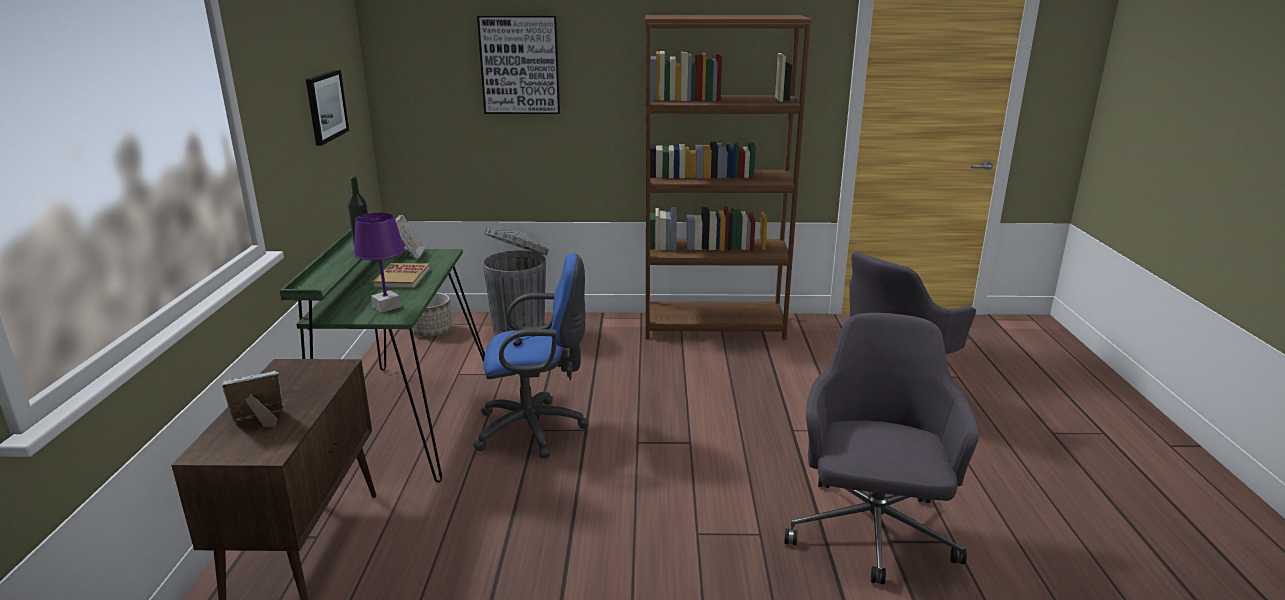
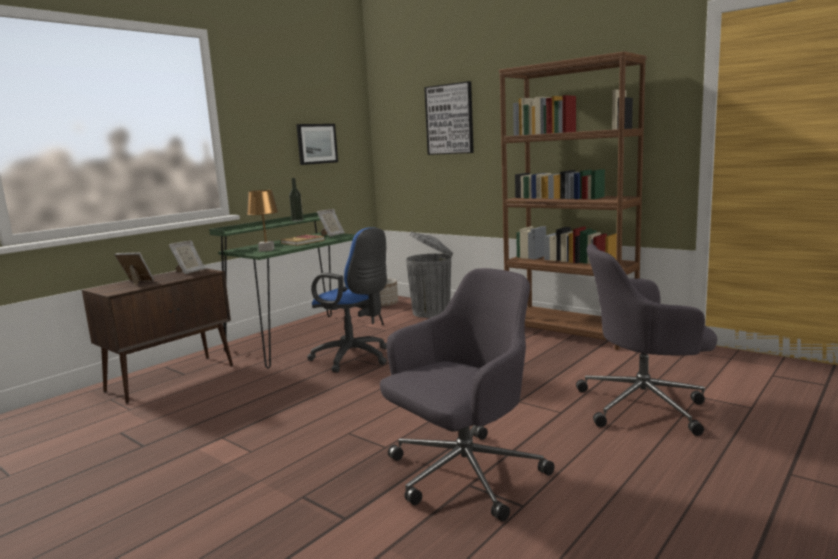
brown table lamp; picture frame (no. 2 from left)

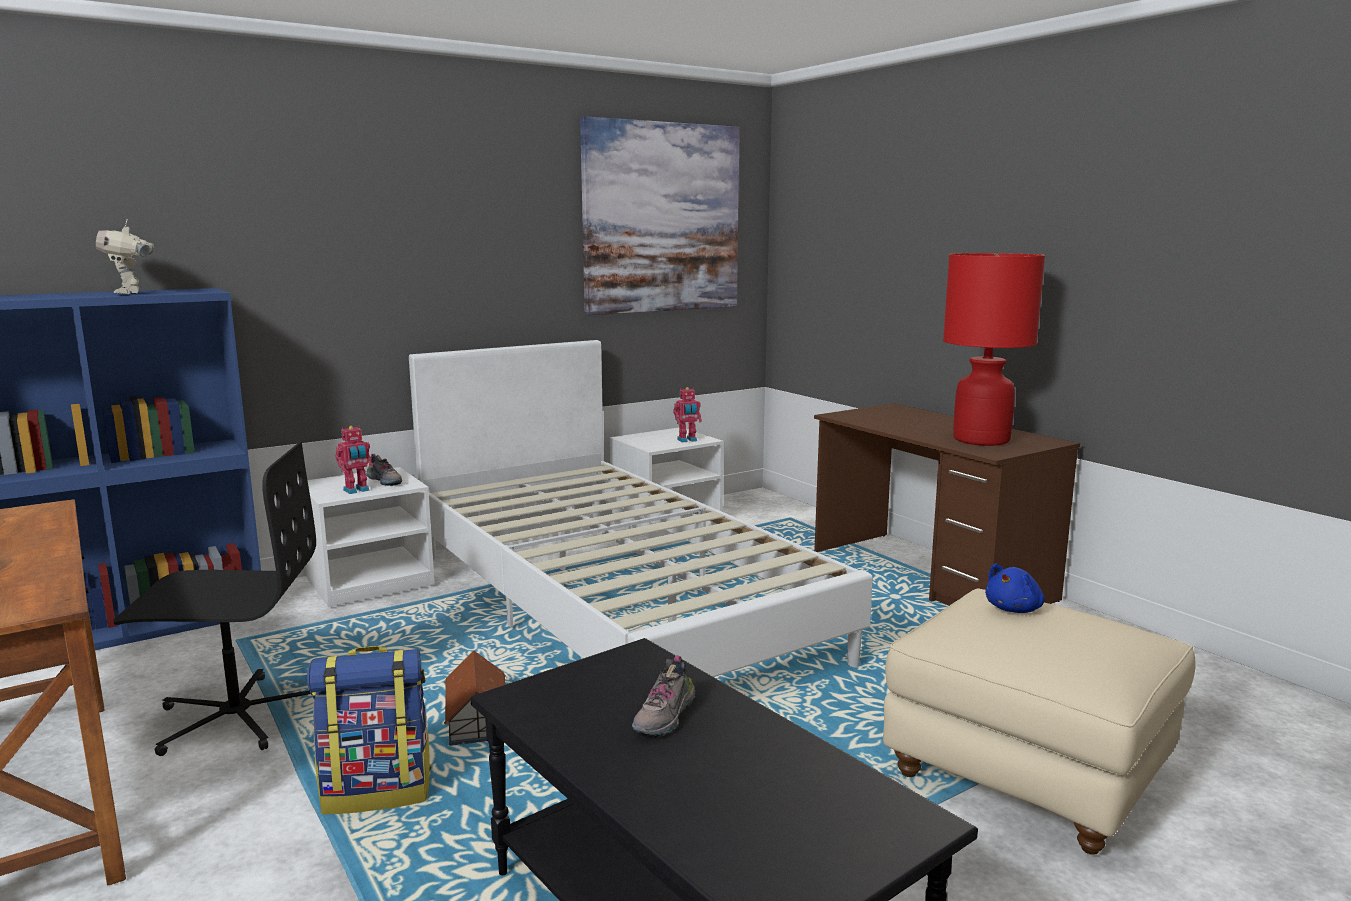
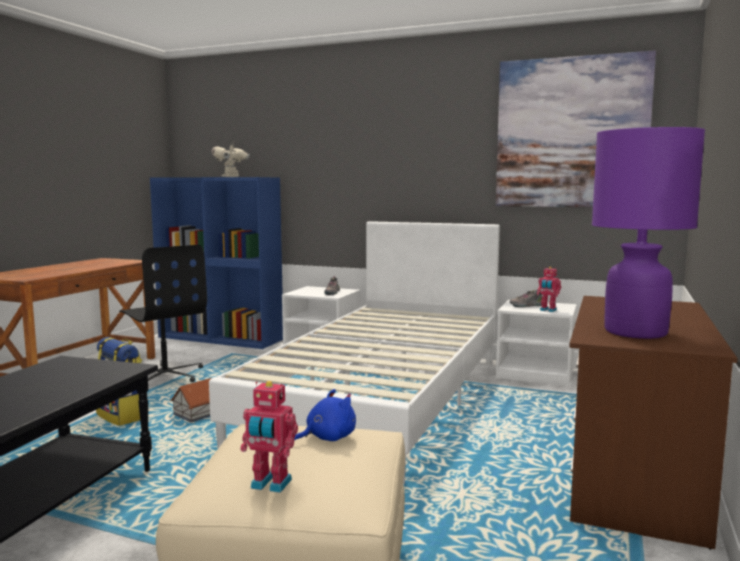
purple table lamp; toy robot (no. 2 from left); blue plush toy; shoe (no. 2 from left)

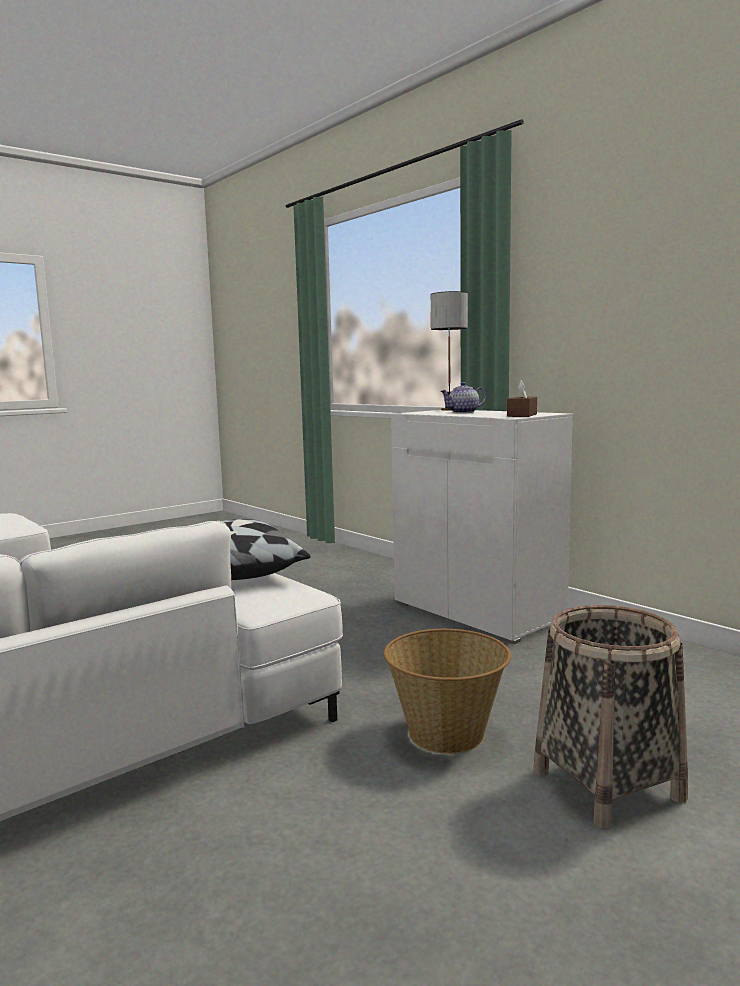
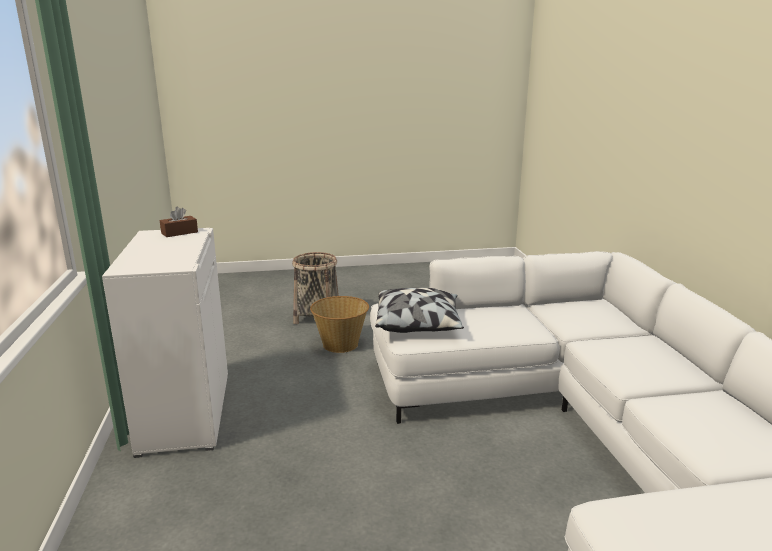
table lamp; teapot

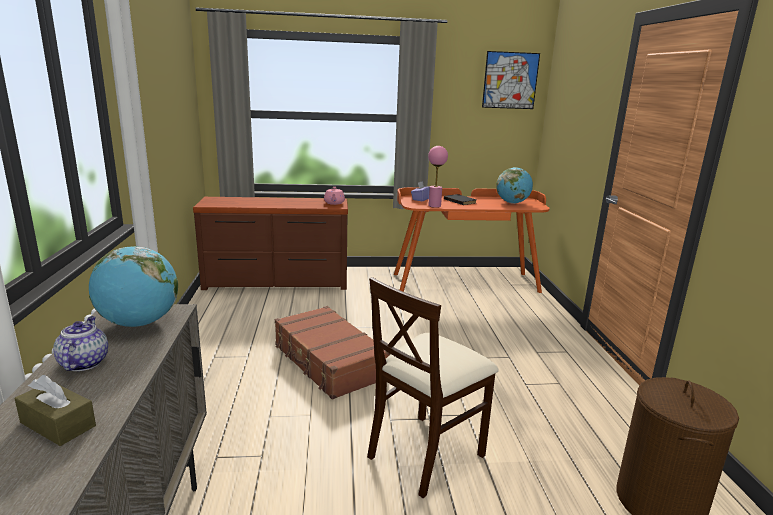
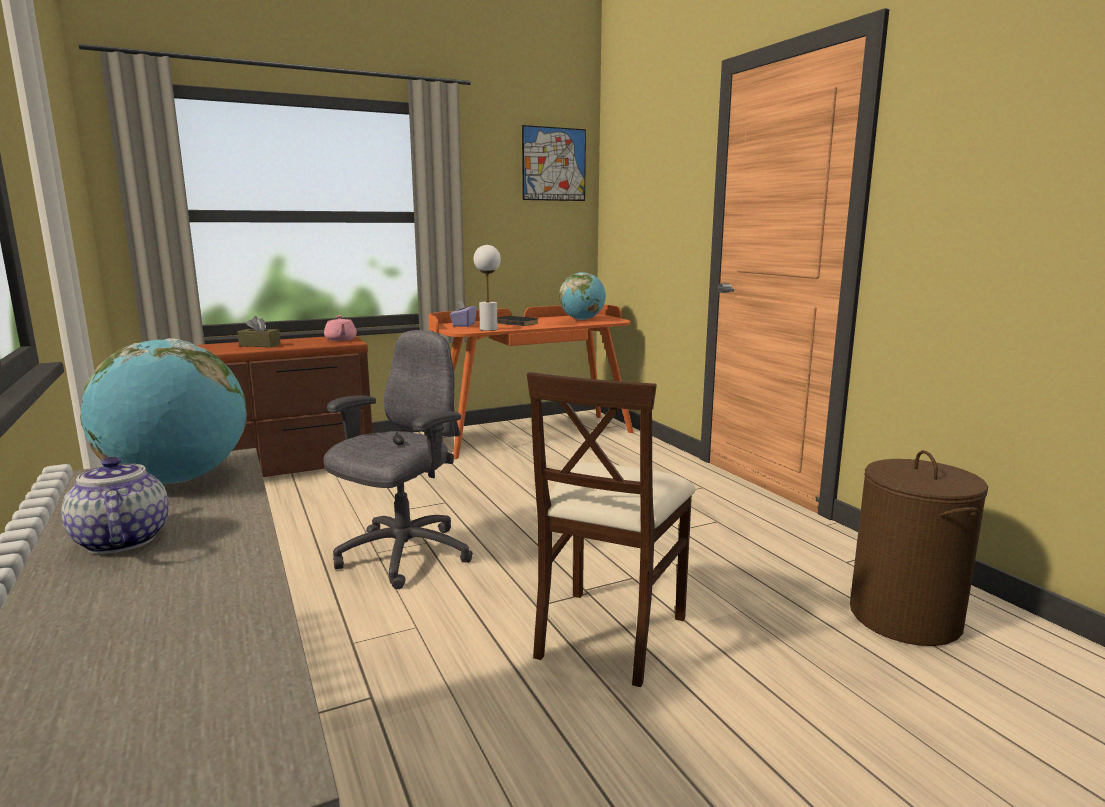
white table lamp; grey office chair; brown tissue box

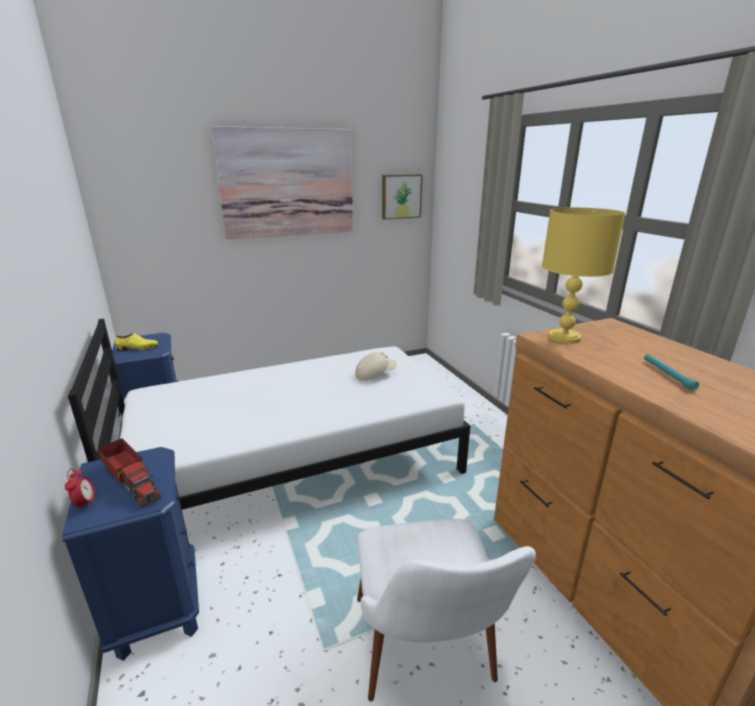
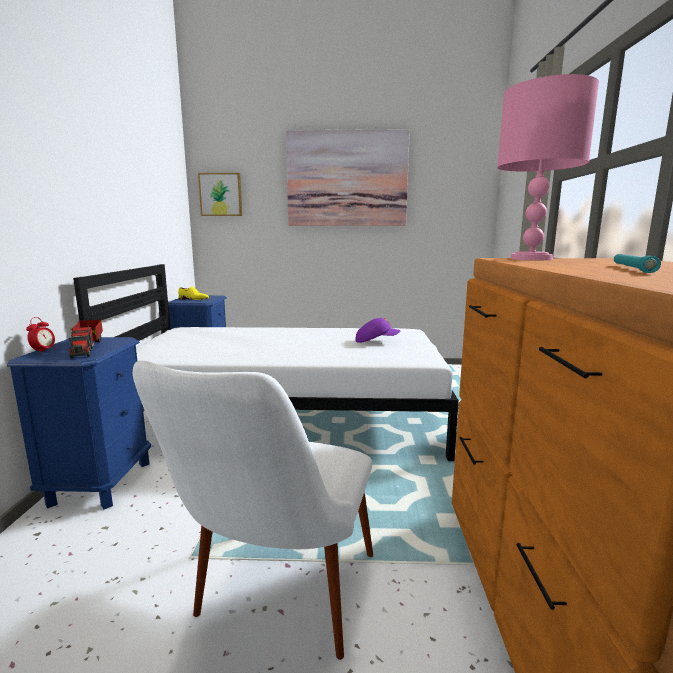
picture (no. 1 from left); pink table lamp; purple cap

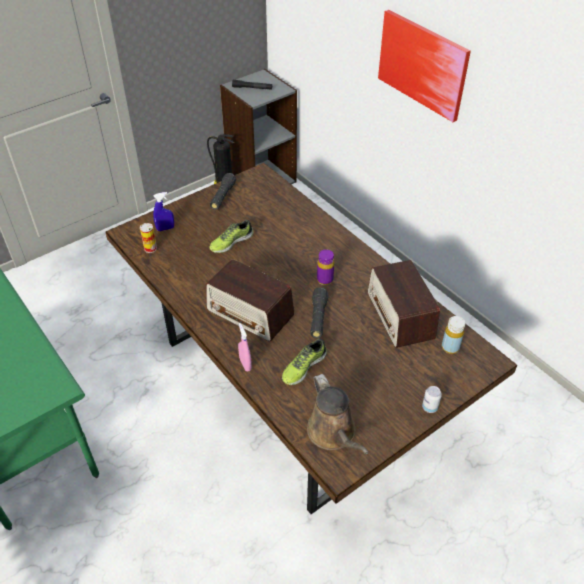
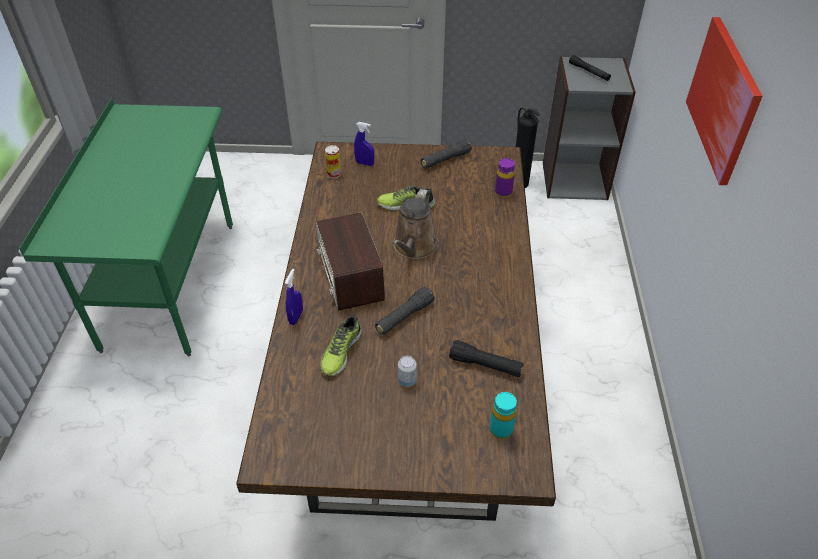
purple bottle; black flashlight (no. 3 from left); turquoise bottle; blue spray bottle (no. 1 from left); shoe (no. 1 from left); brown watering can; can (no. 2 from left)

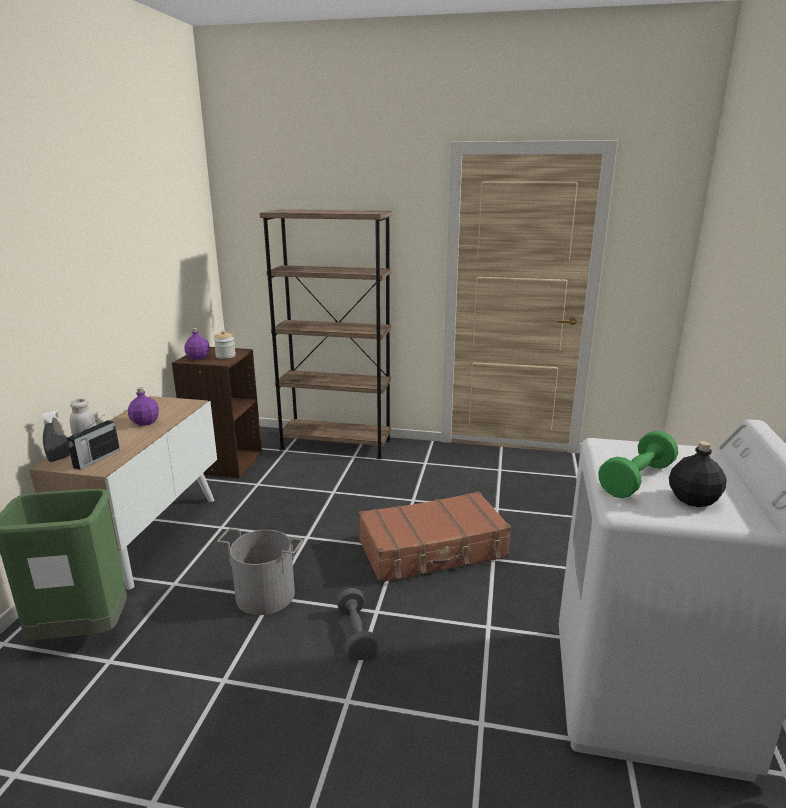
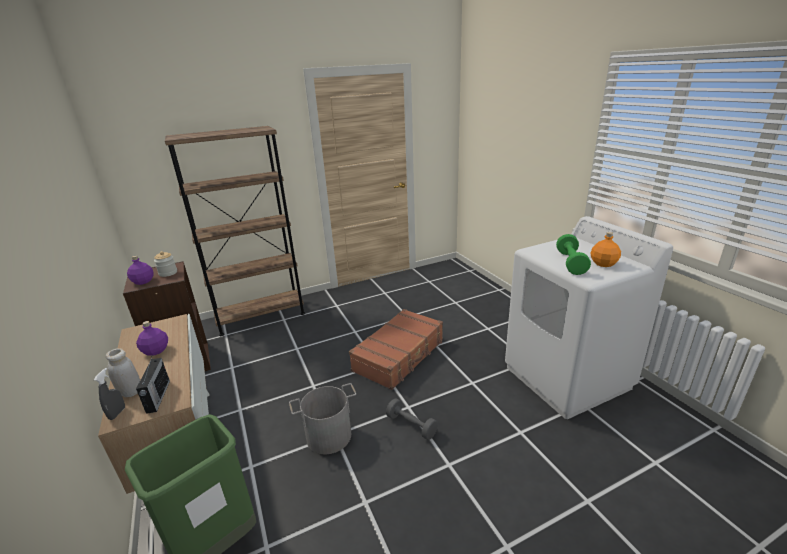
orange bottle

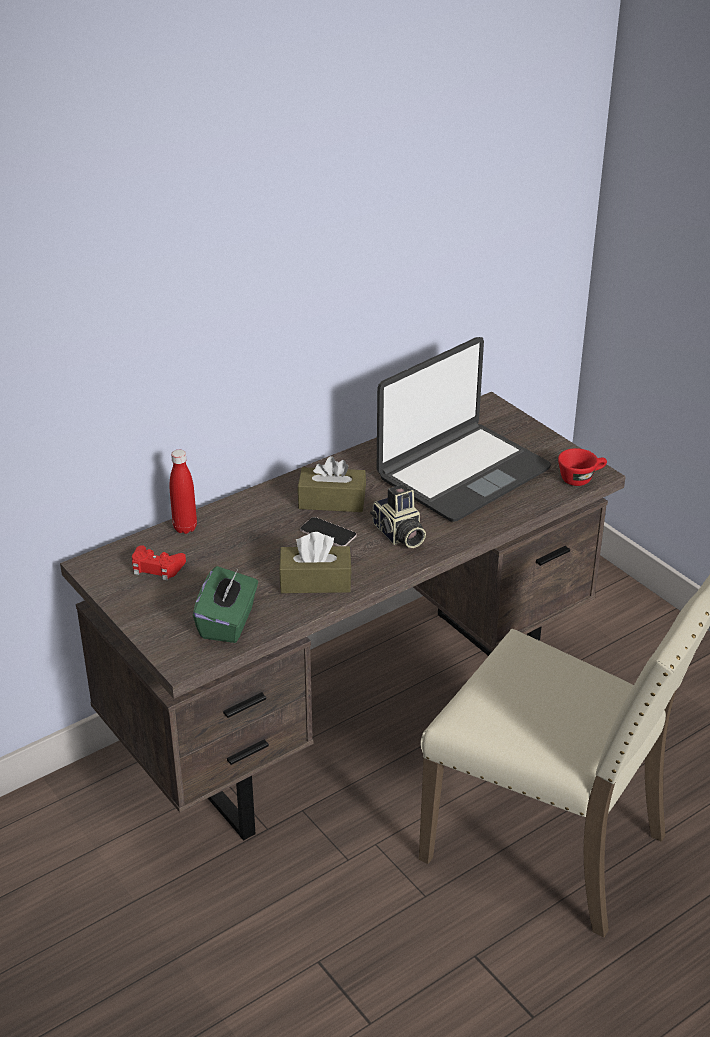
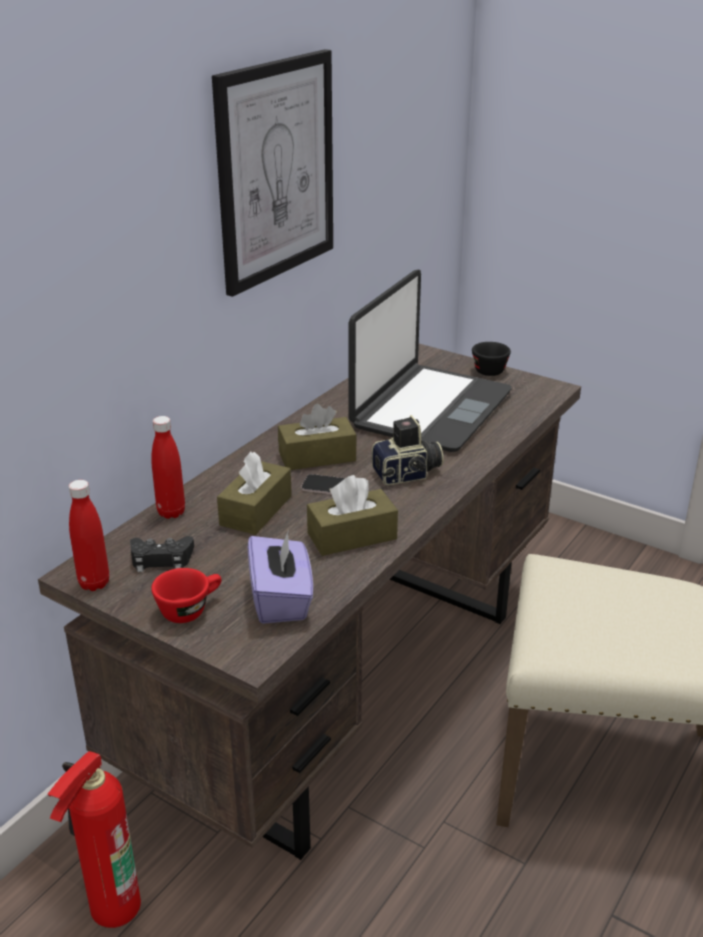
red cup; photo camera; black game controller; purple tissue box; picture; black cup; brown tissue box (no. 1 from left); red bottle (no. 1 from left); fire extinguisher

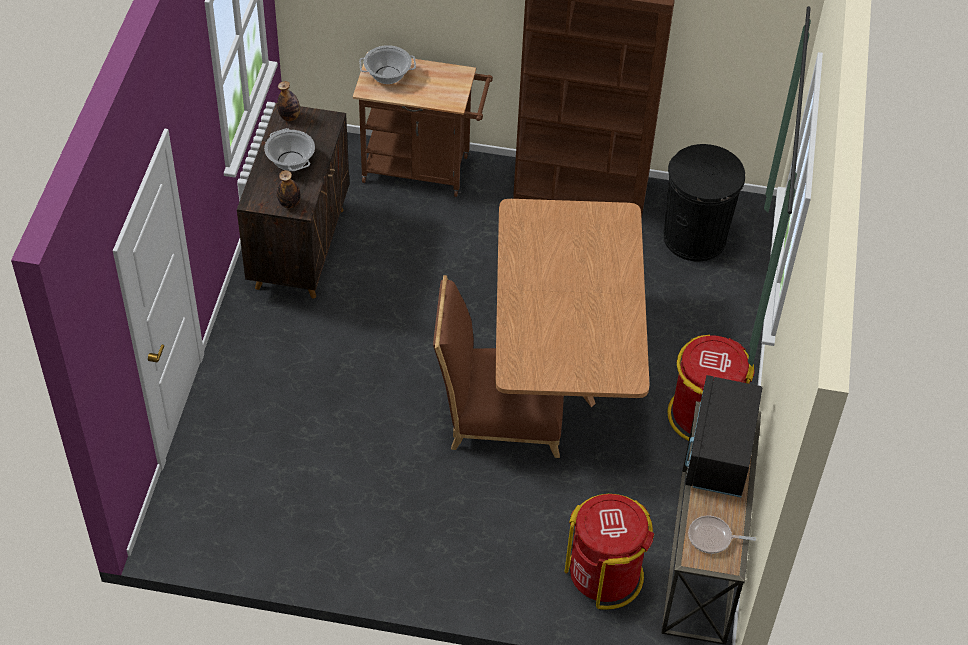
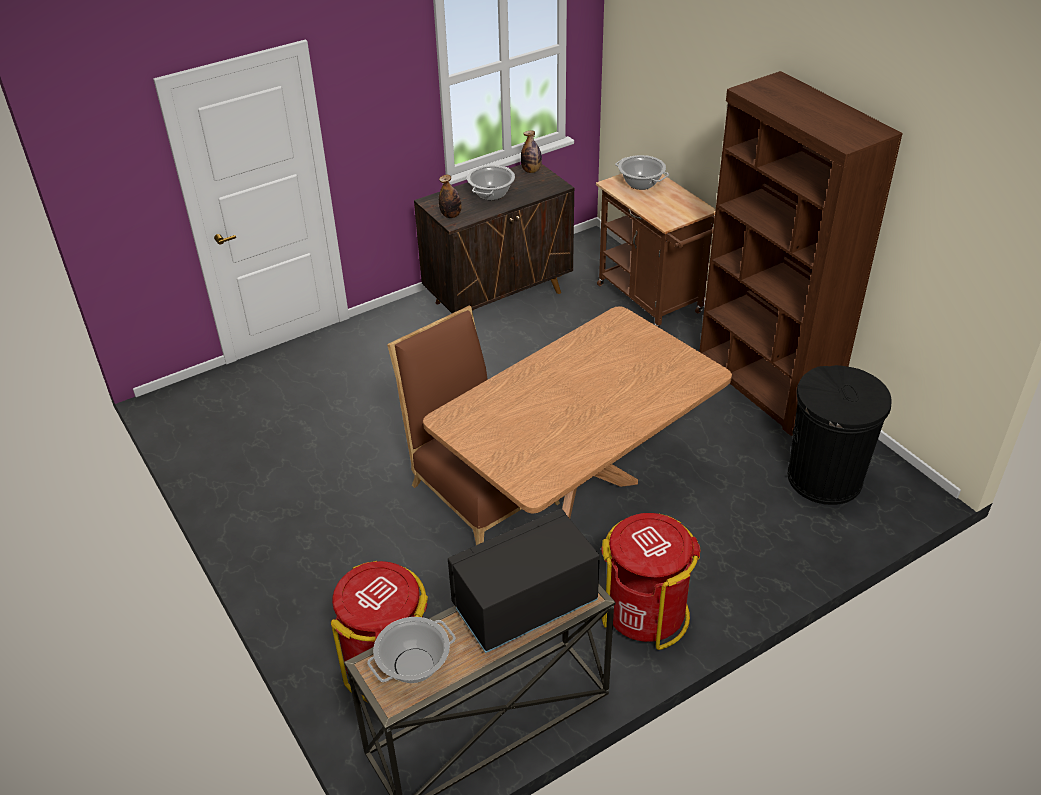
cooking pot (no. 1 from left)

